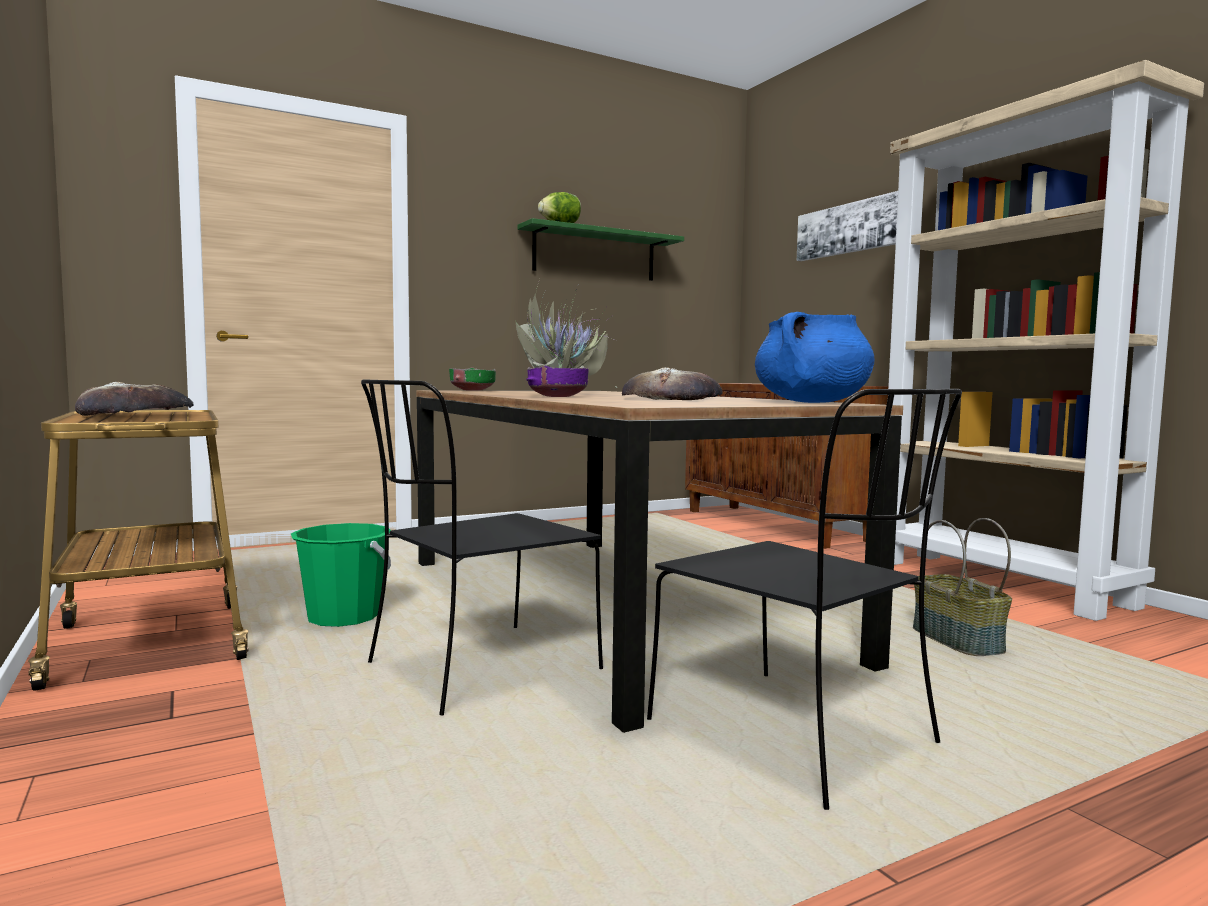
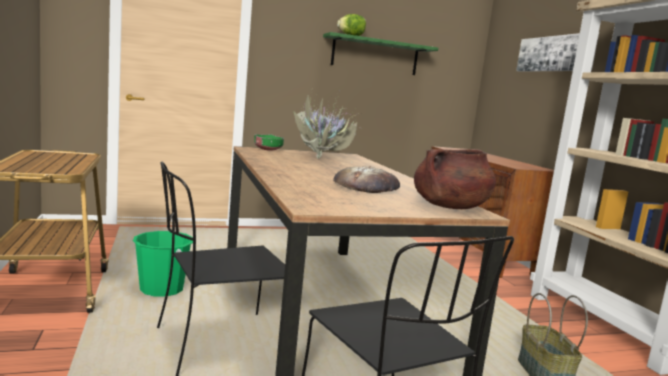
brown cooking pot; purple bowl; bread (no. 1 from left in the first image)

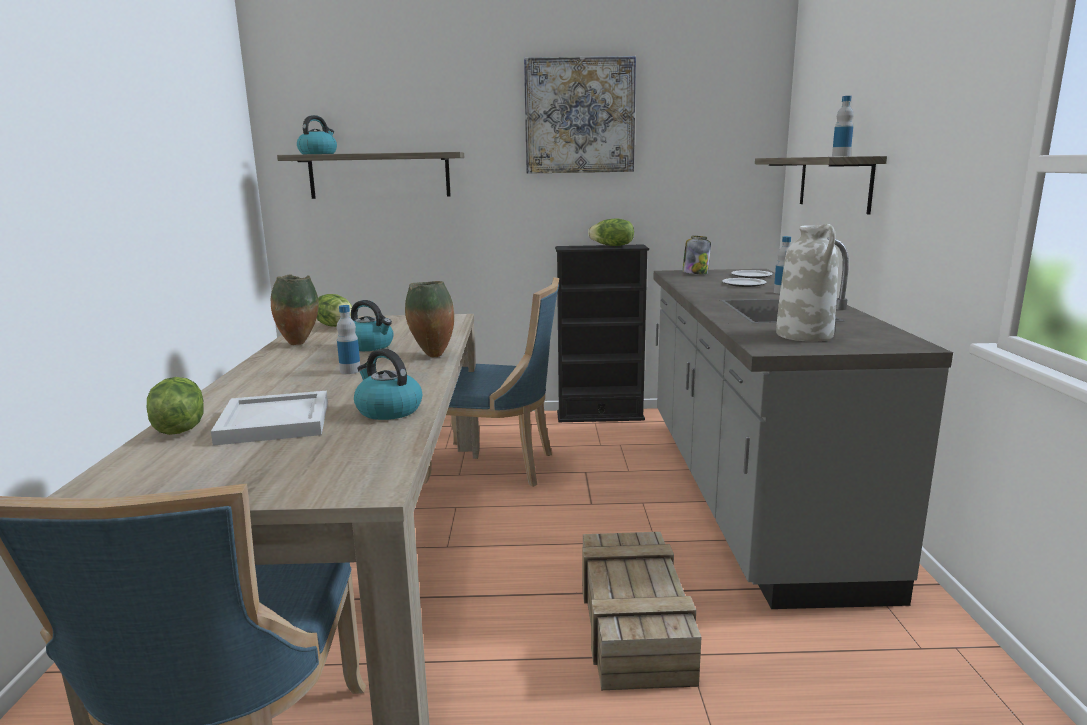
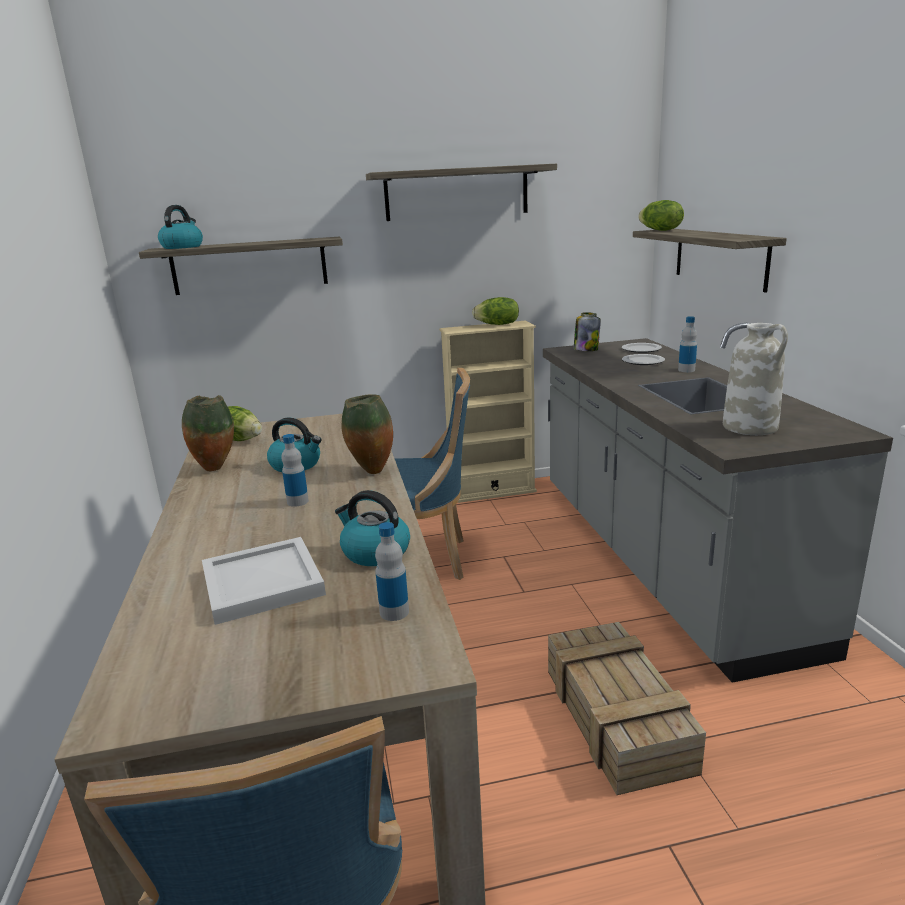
shelf (no. 2 from left); bottle (no. 2 from left); beige bookcase; lettuce (no. 3 from left)

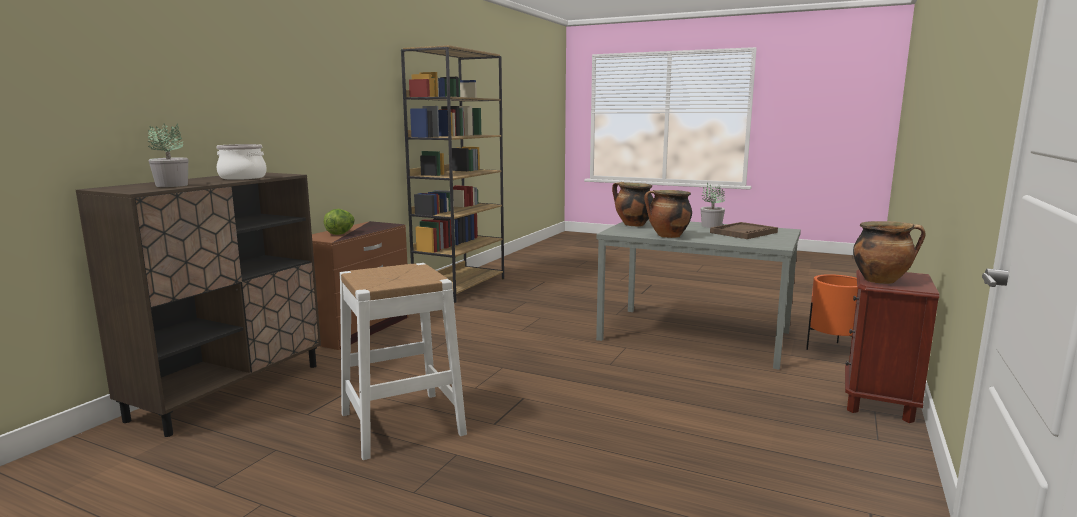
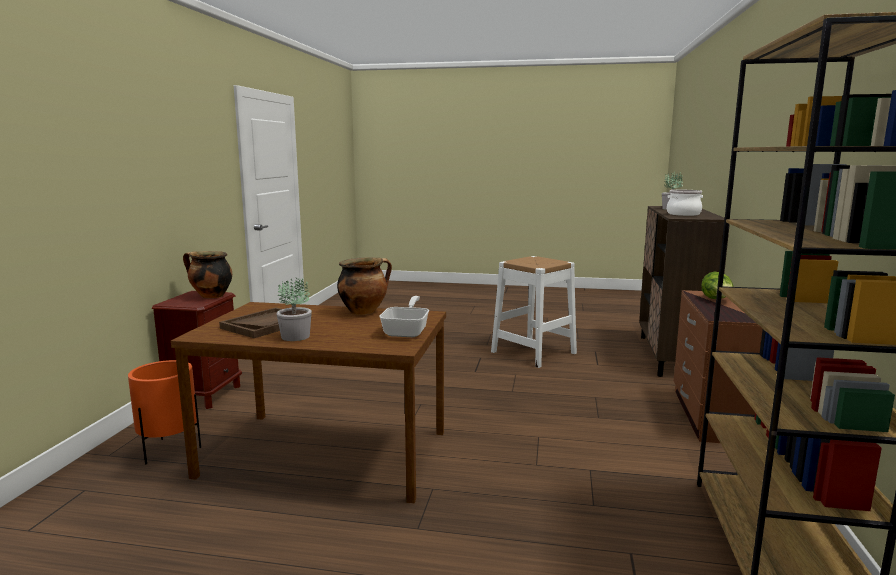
frying pan; brown dining table

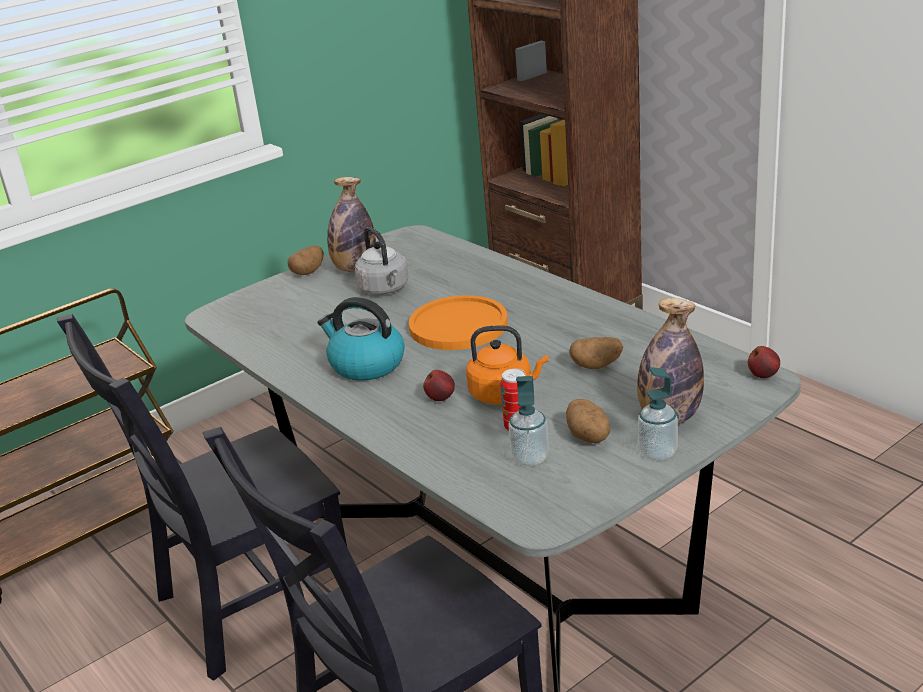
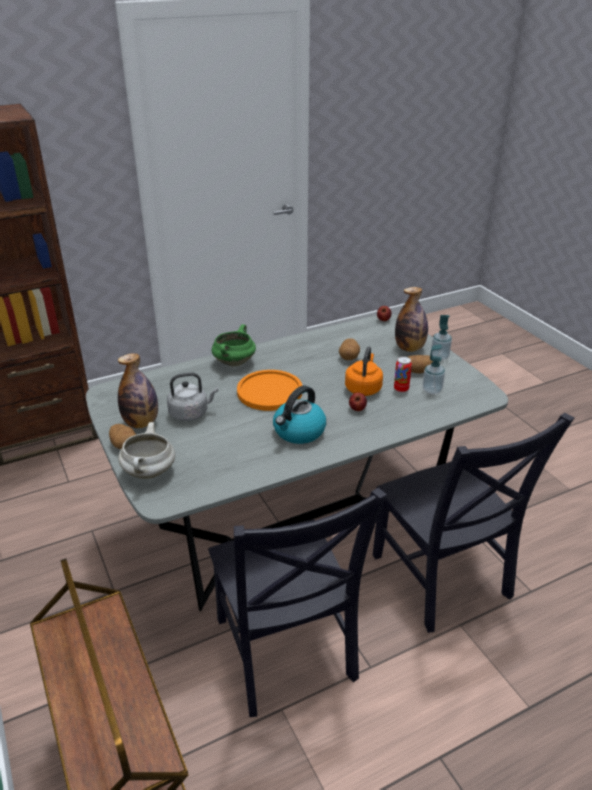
green cooking pot; white cooking pot

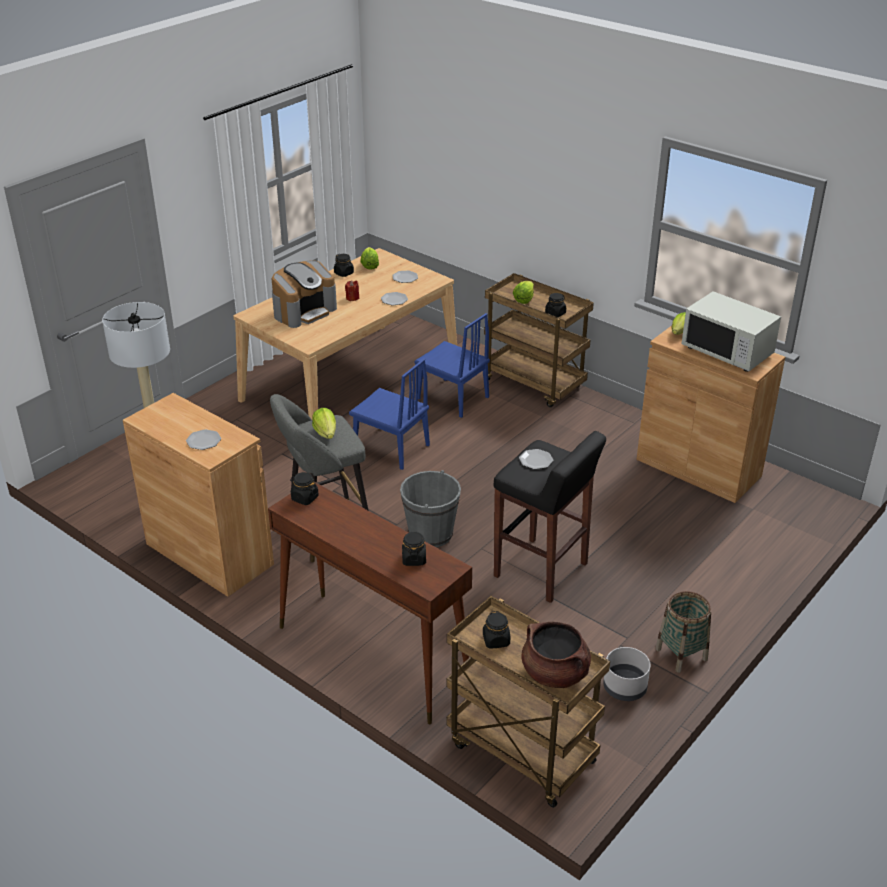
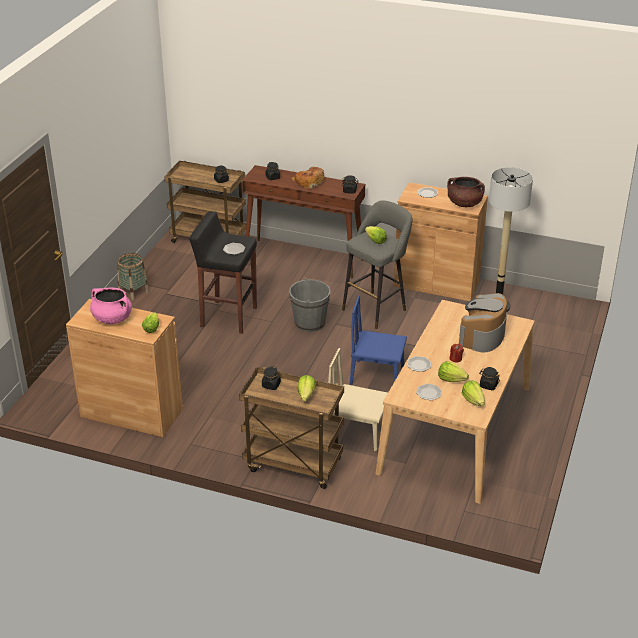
pink cooking pot; beige chair; brown cooking pot; grey planter; bread; lettuce (no. 4 from left)

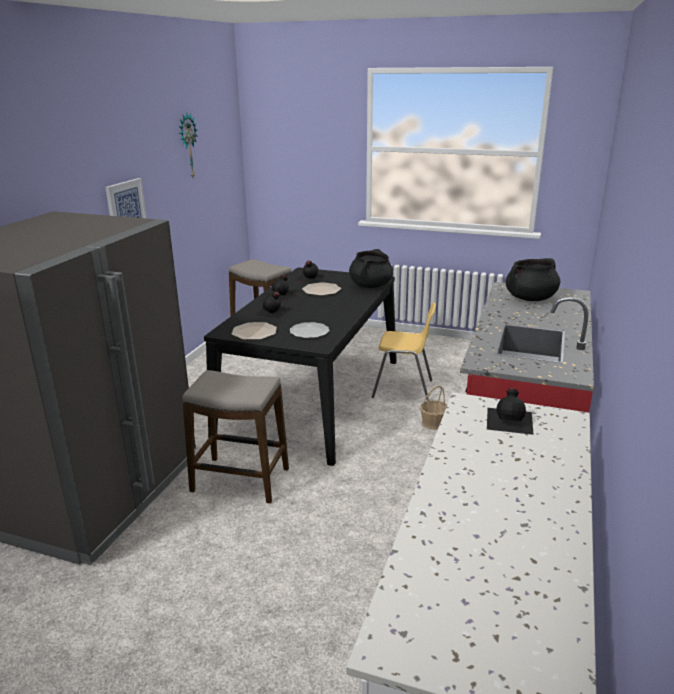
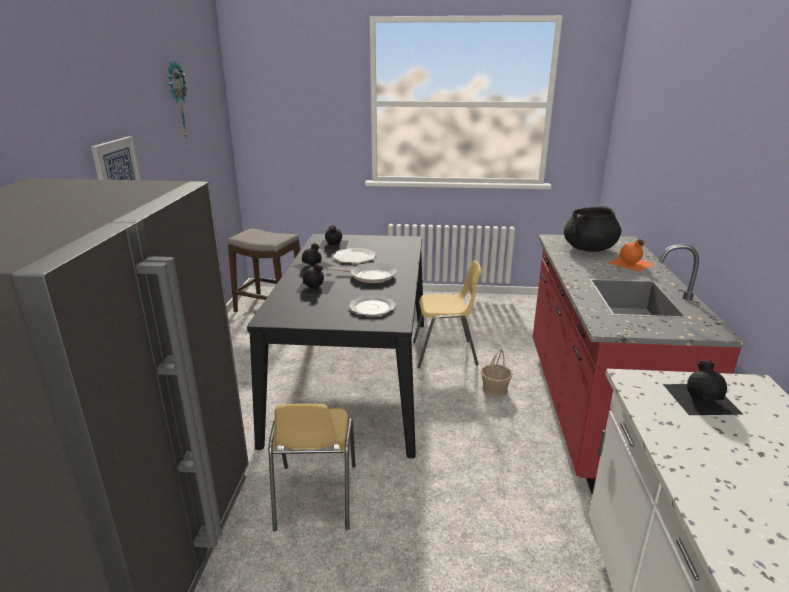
black cooking pot (no. 1 from left in the first image); plate (no. 1 from left in the first image); yellow chair (no. 1 from left); orange bottle; frying pan

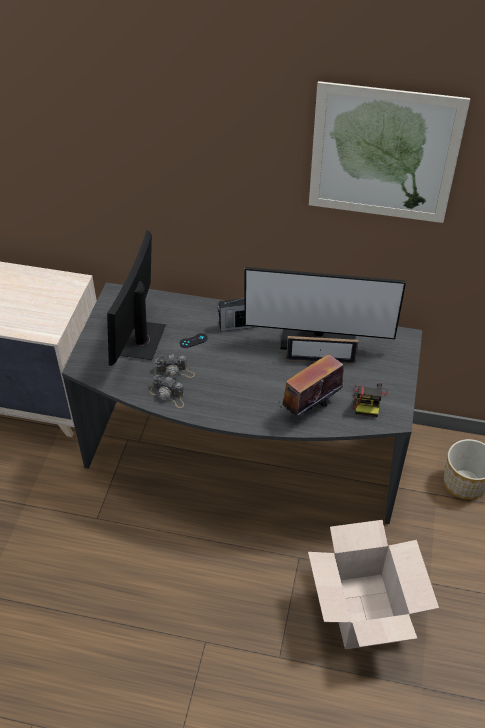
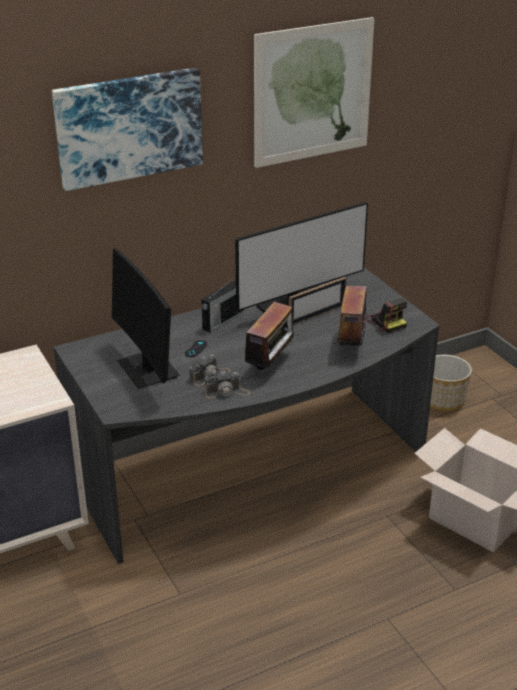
picture (no. 1 from left); radio (no. 2 from left)

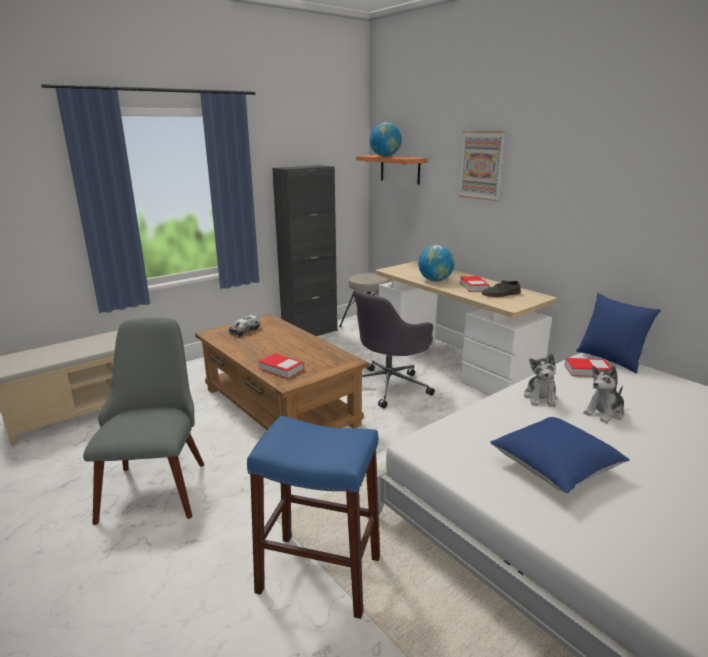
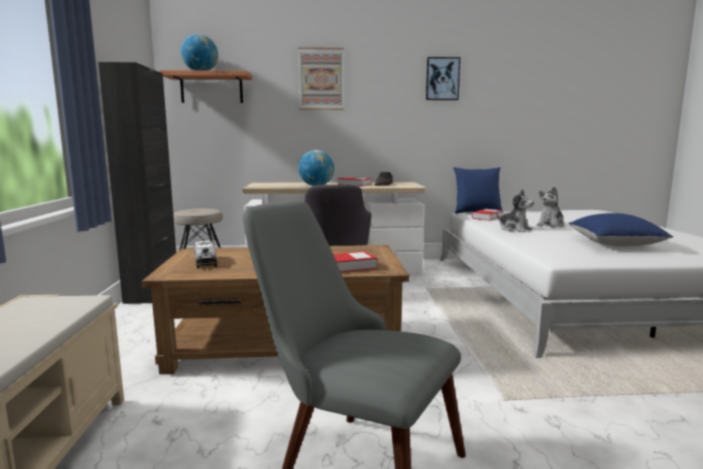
plush toy (no. 2 from left); blue stool; picture (no. 2 from left)

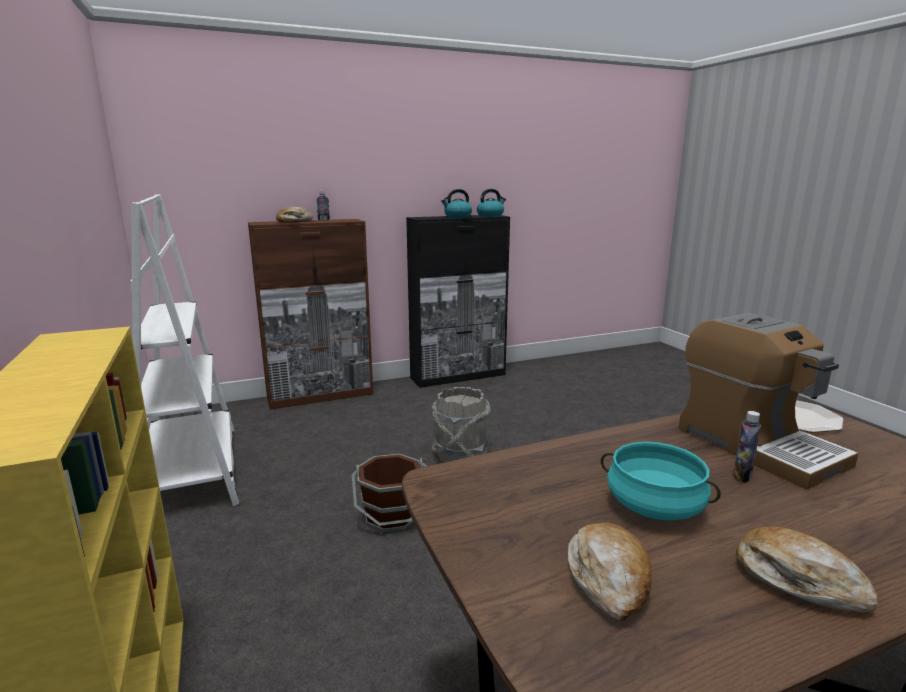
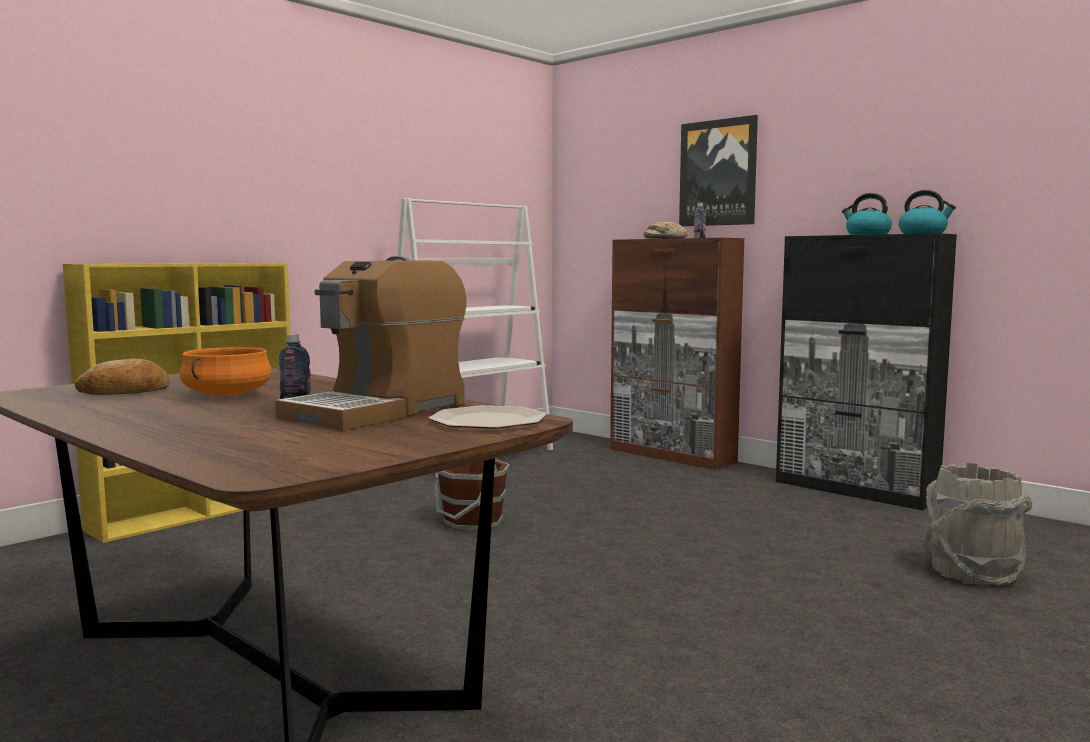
grey bucket; orange cooking pot; bread (no. 3 from left in the first image); picture

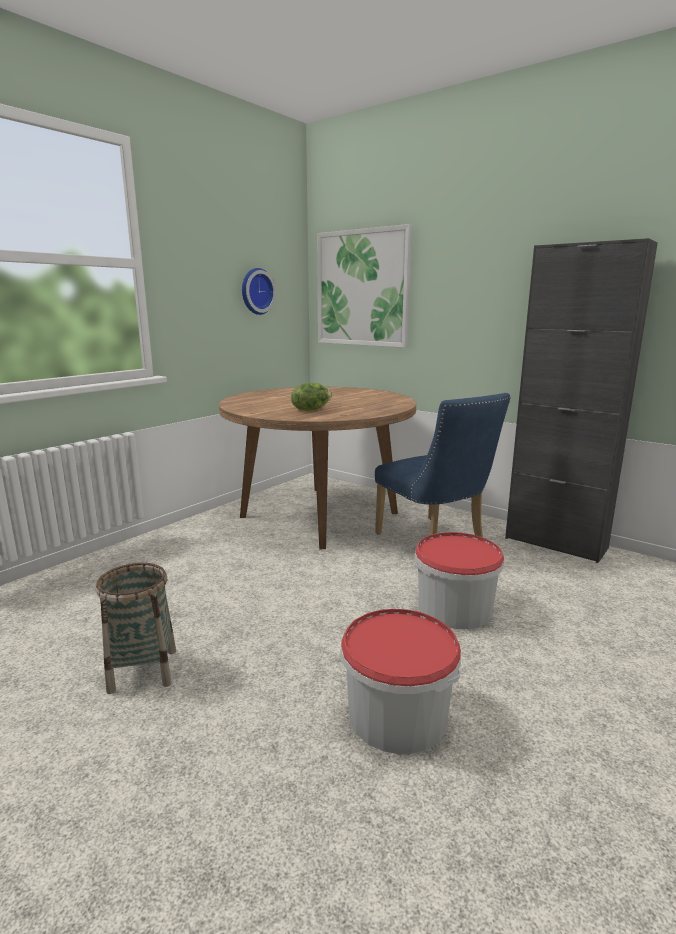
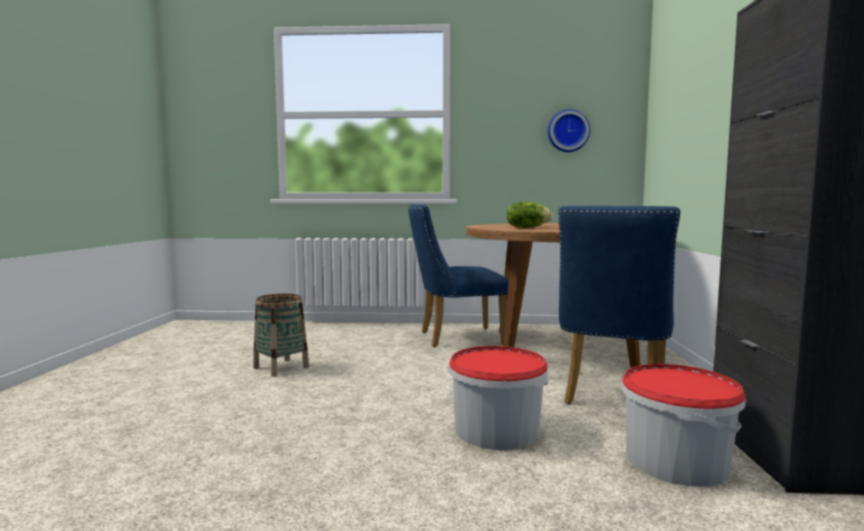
picture; bucket (no. 2 from left); blue chair (no. 1 from left)

